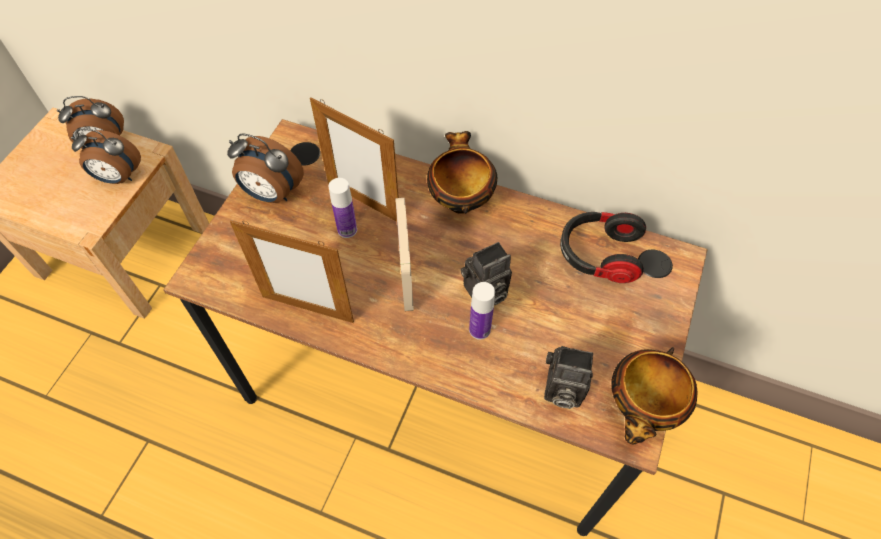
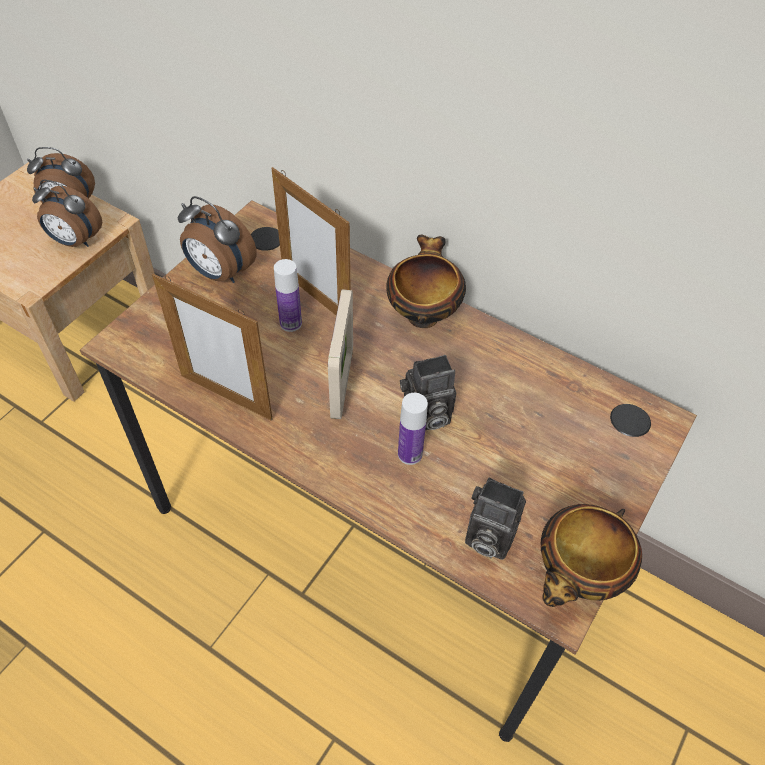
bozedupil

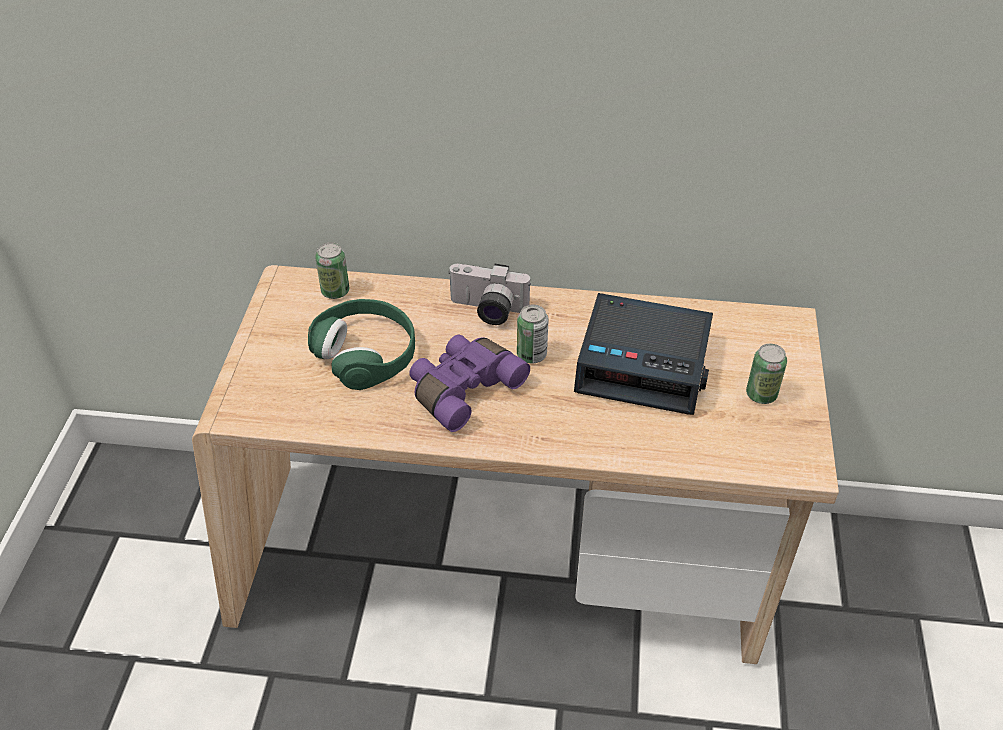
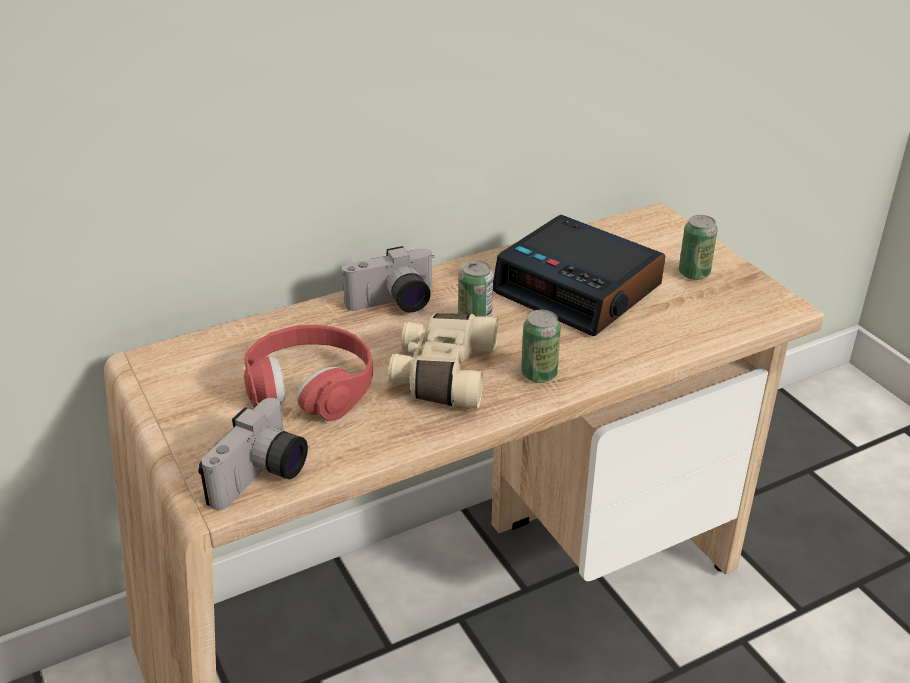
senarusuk (no. 2 from left)
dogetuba
red bozedupil
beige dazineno
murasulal (no. 1 from left)

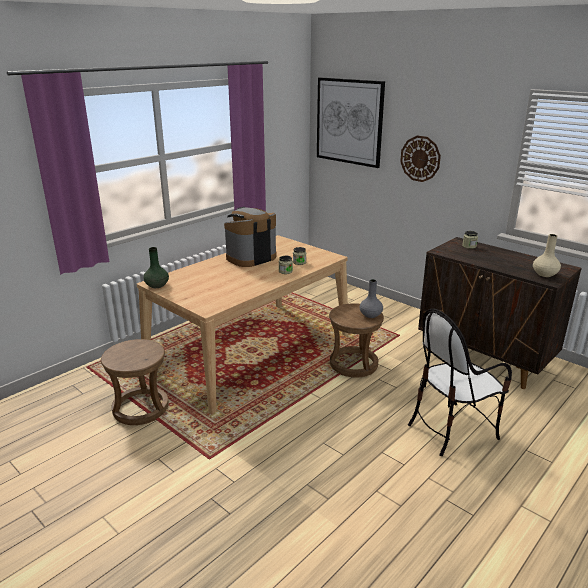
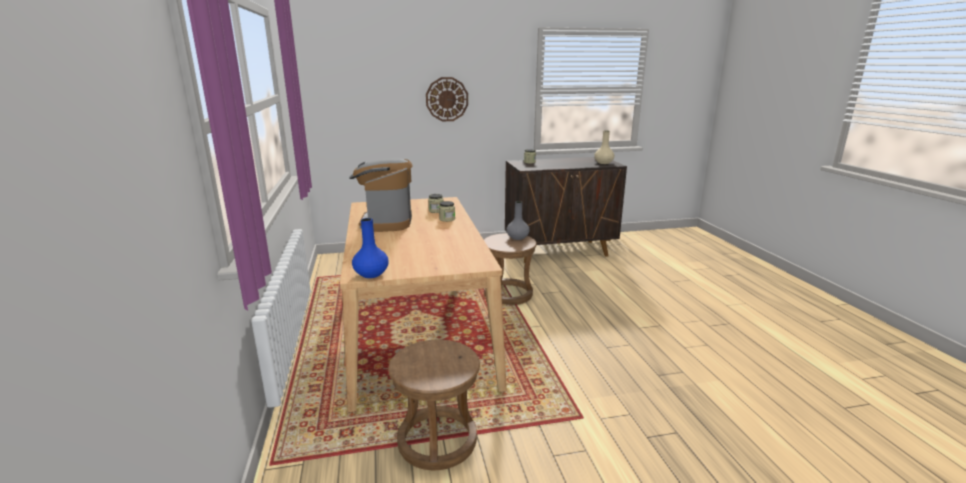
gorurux
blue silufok
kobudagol

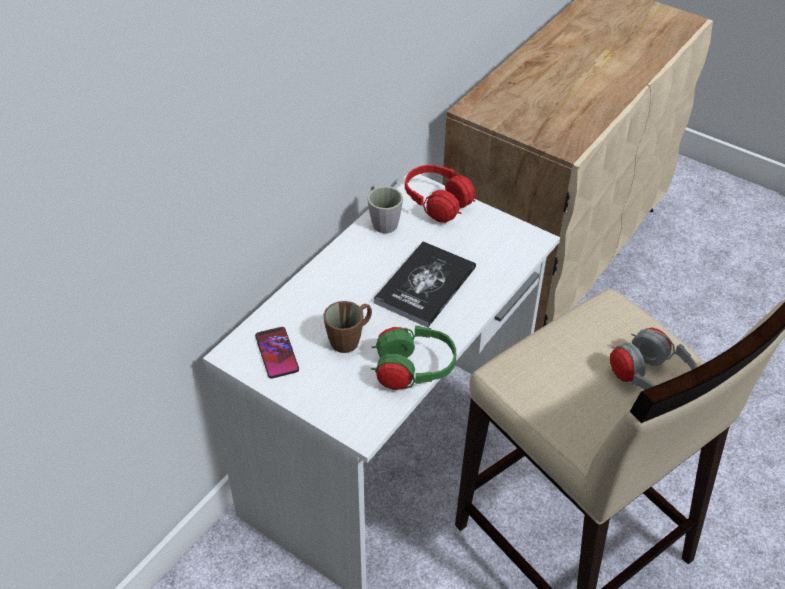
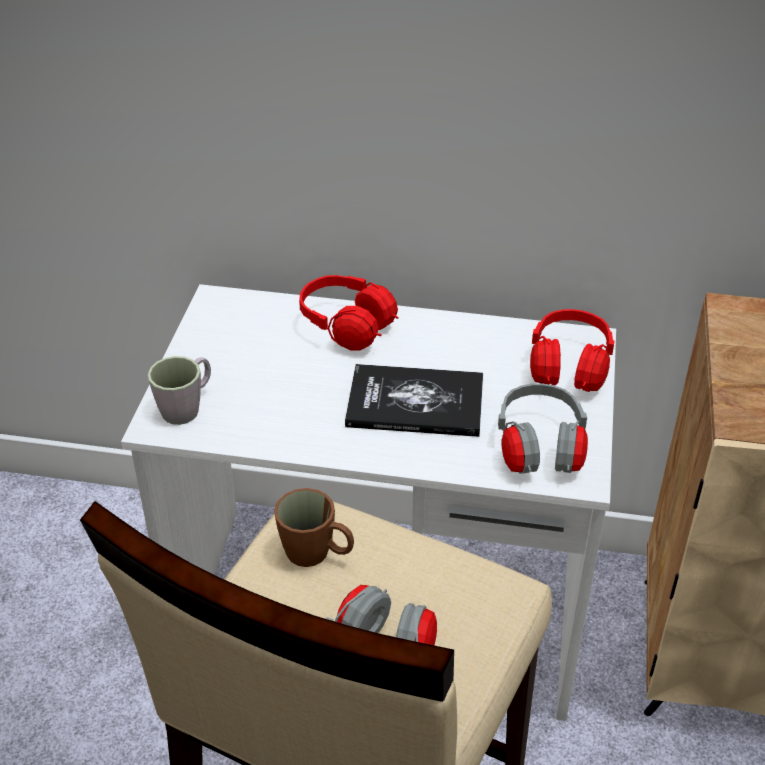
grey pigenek
brown pigenek
green bozedupil
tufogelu
red bozedupil (no. 1 from left)
grey bozedupil (no. 2 from left)

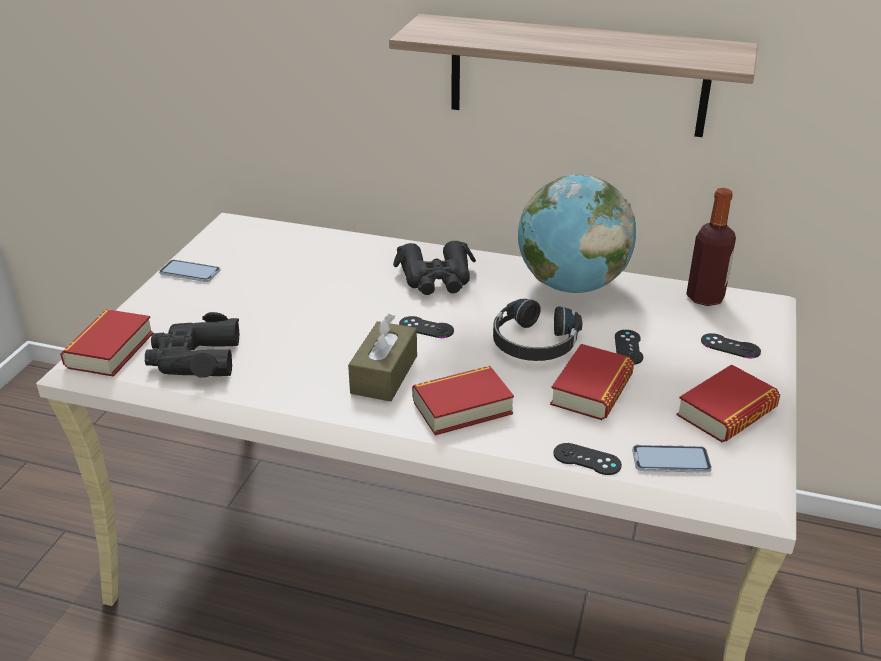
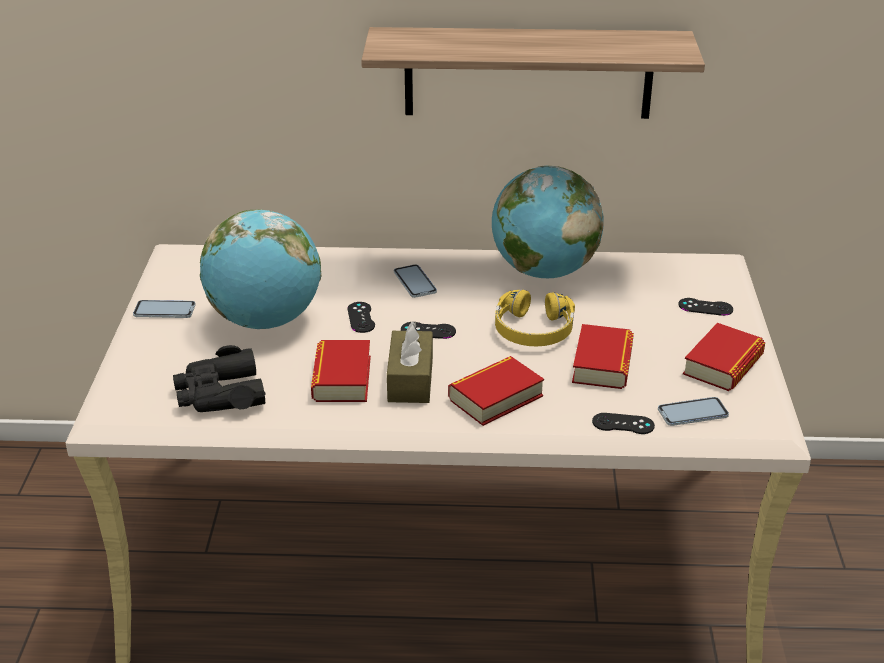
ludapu
tufogelu (no. 2 from left)
yellow bozedupil
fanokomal (no. 1 from left)
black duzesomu (no. 1 from left)
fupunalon (no. 1 from left)

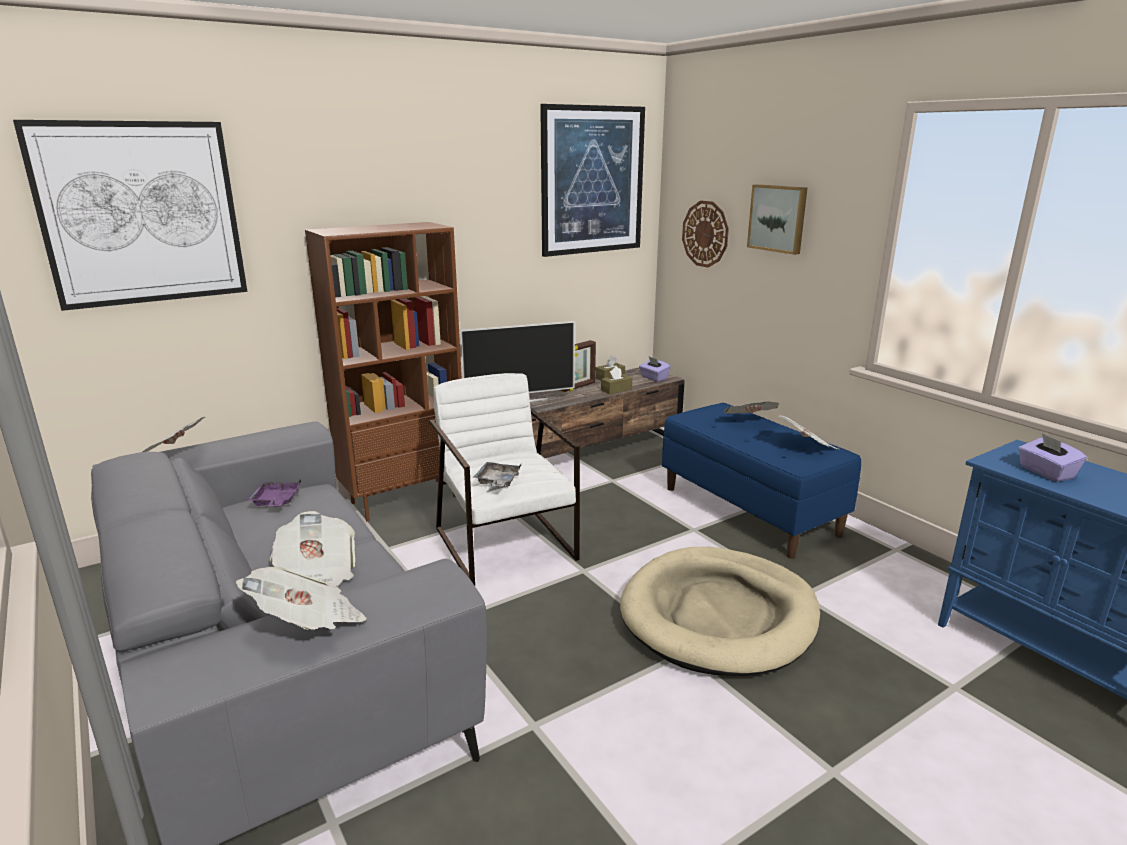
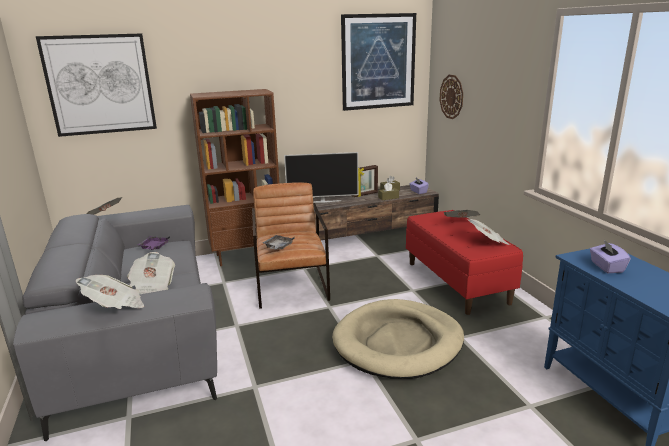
gorurux (no. 3 from left in the first image)
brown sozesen
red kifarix

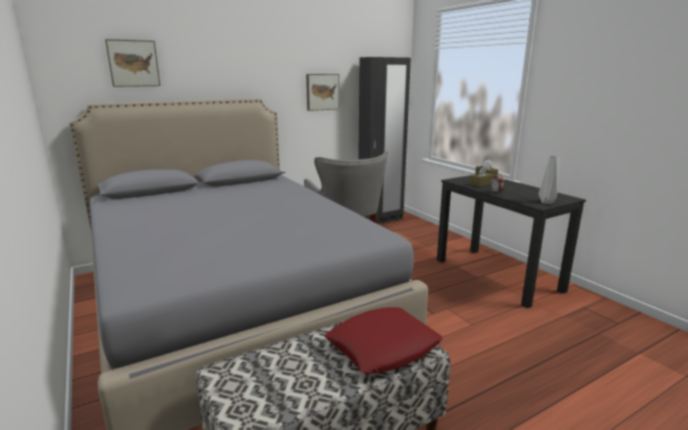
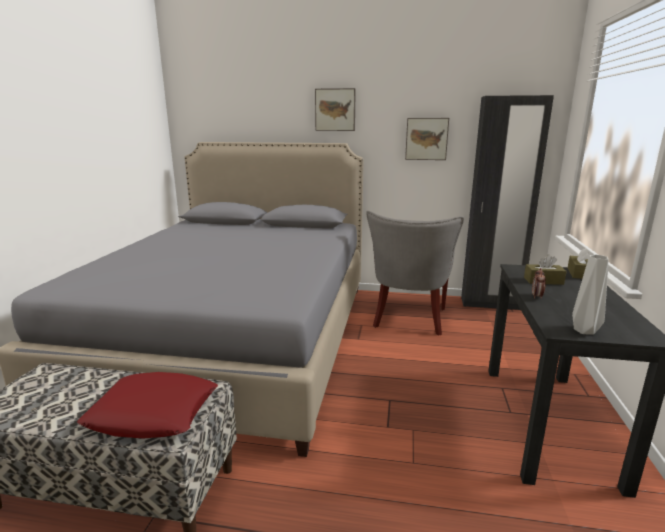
gorurux (no. 1 from left)

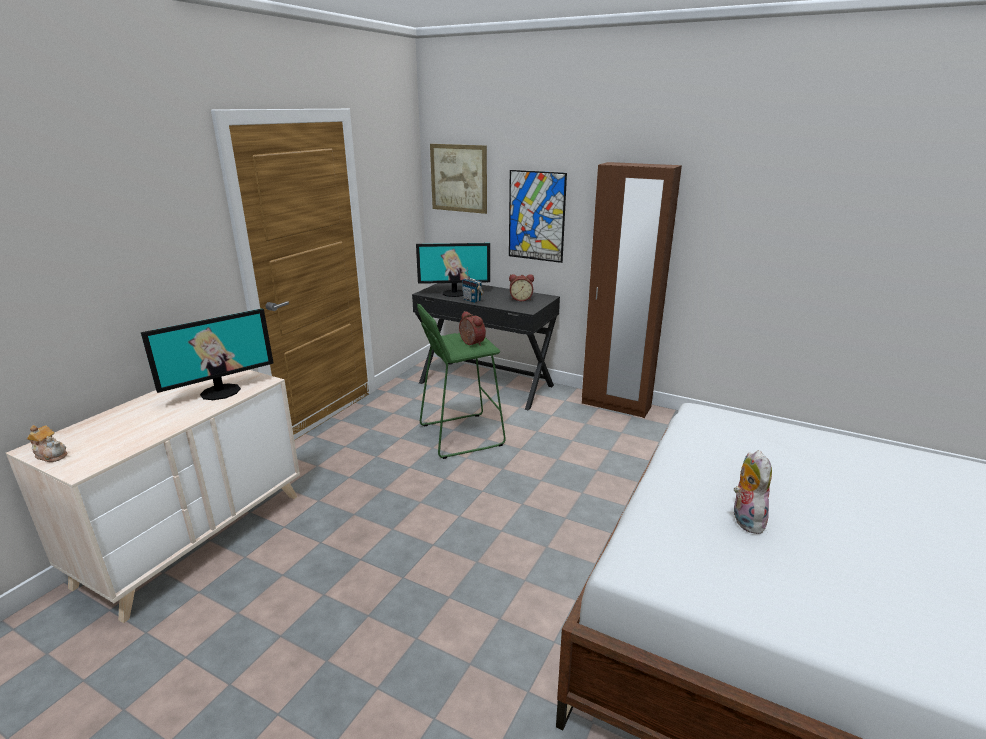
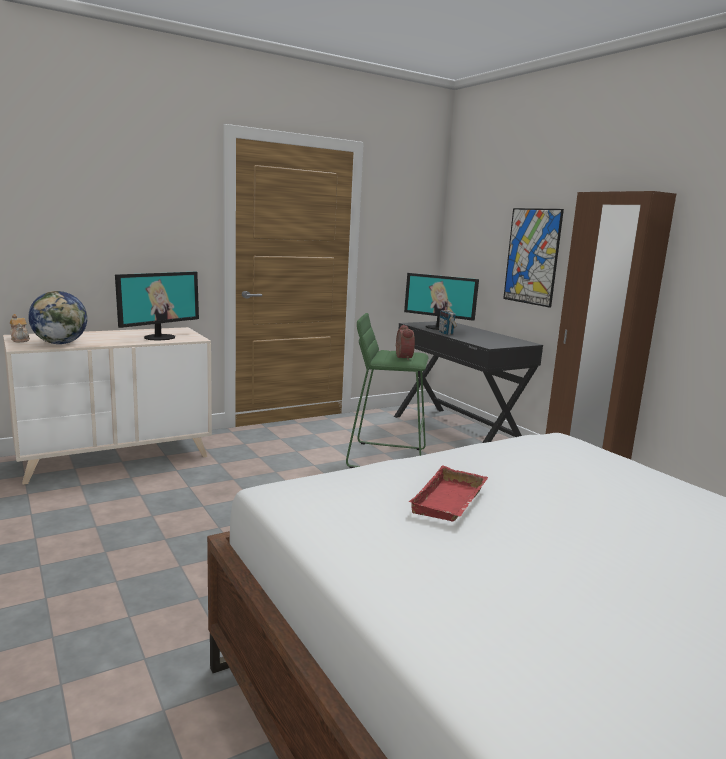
gorurux (no. 1 from left in the first image)
dogetuba (no. 2 from left in the first image)
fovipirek (no. 1 from left)
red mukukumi
fupunalon

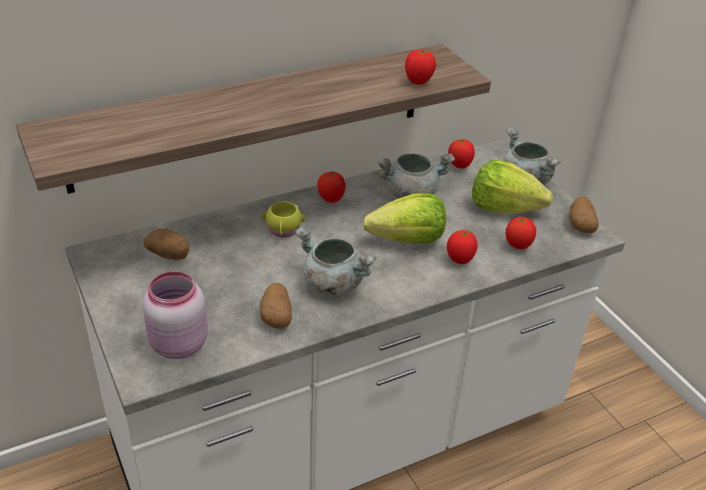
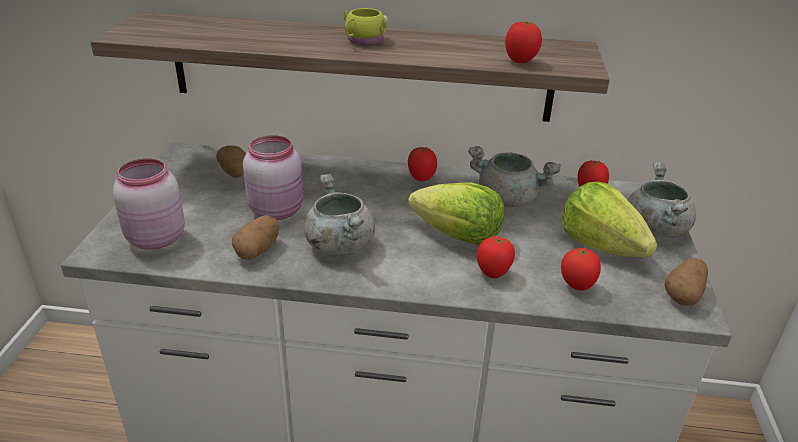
yellow pigenek
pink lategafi (no. 2 from left)

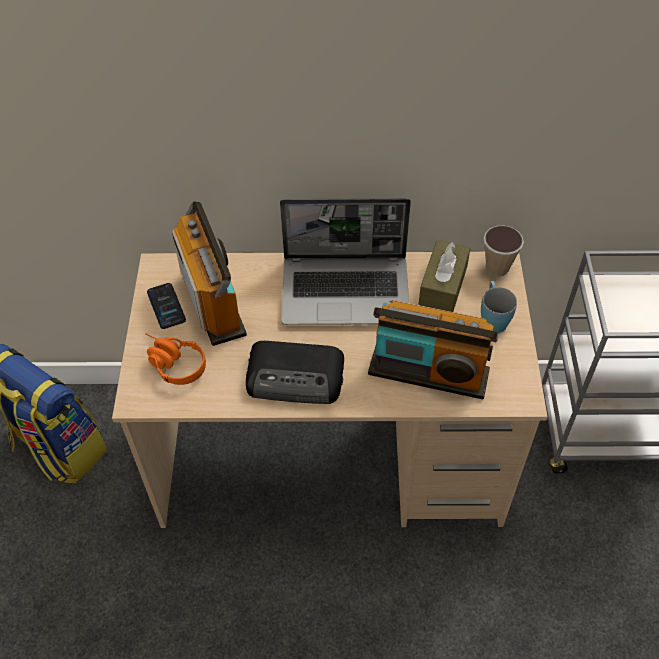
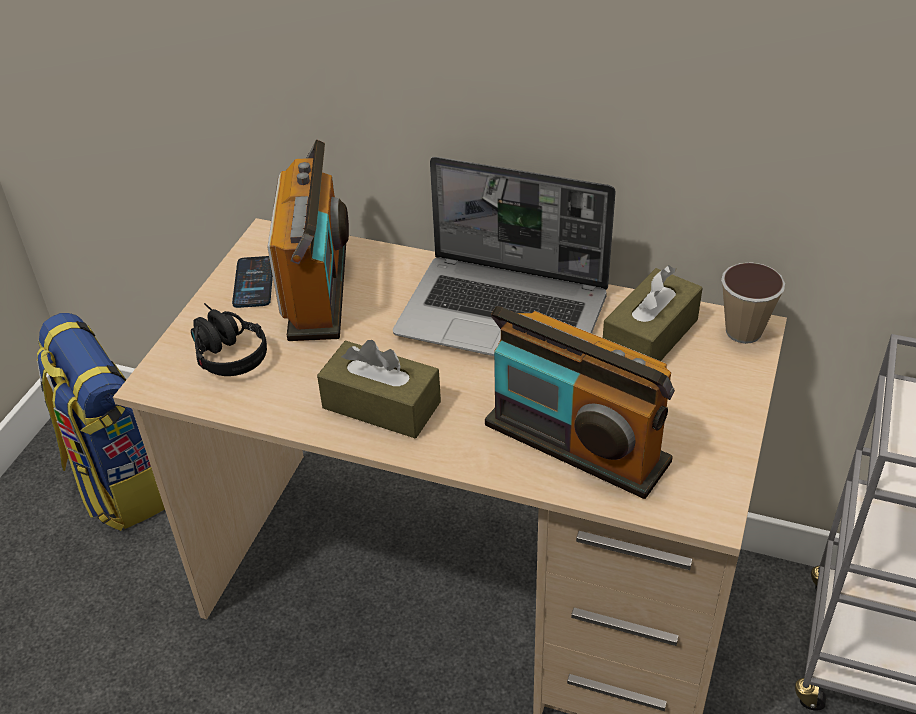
blue pigenek
black bozedupil
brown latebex (no. 1 from left)

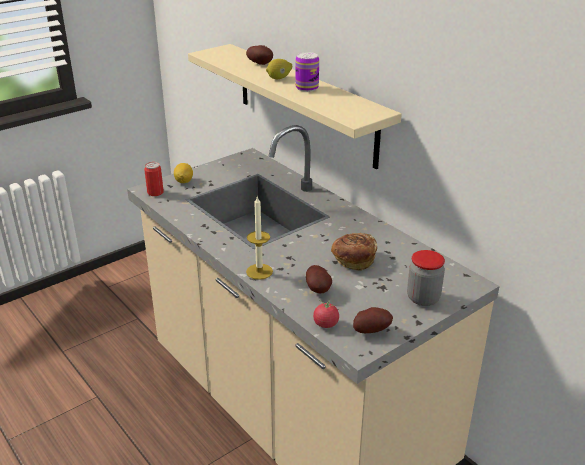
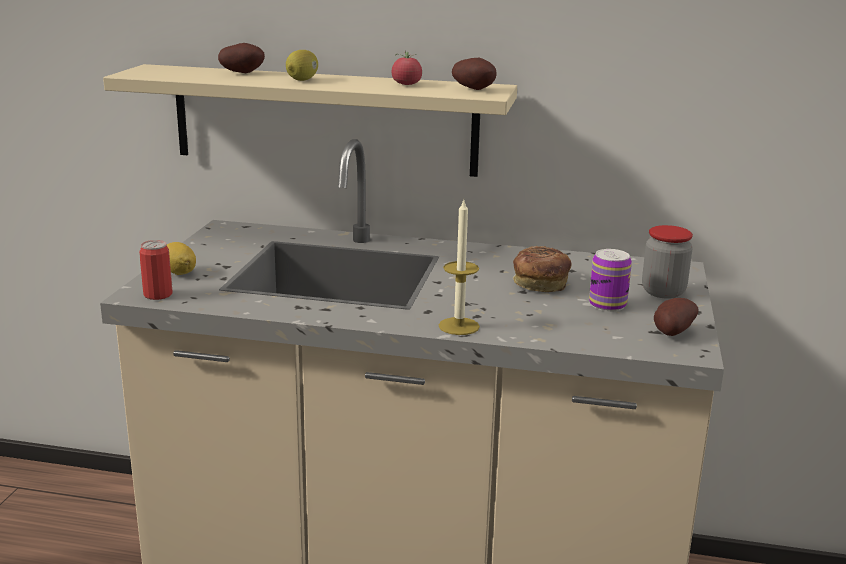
senarusuk (no. 2 from left)
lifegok (no. 2 from left)
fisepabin

